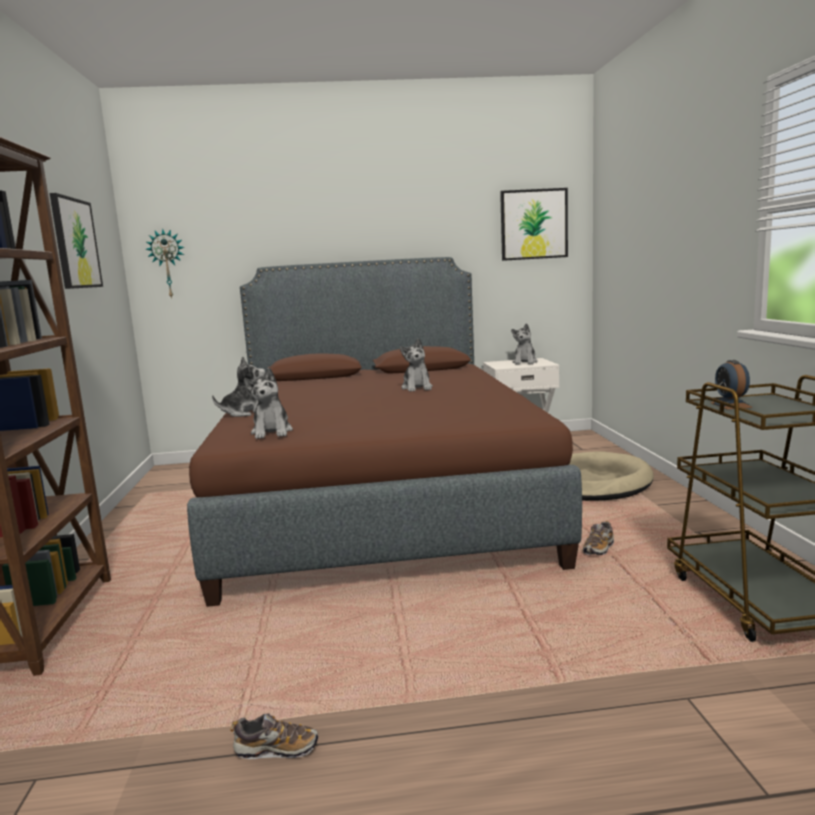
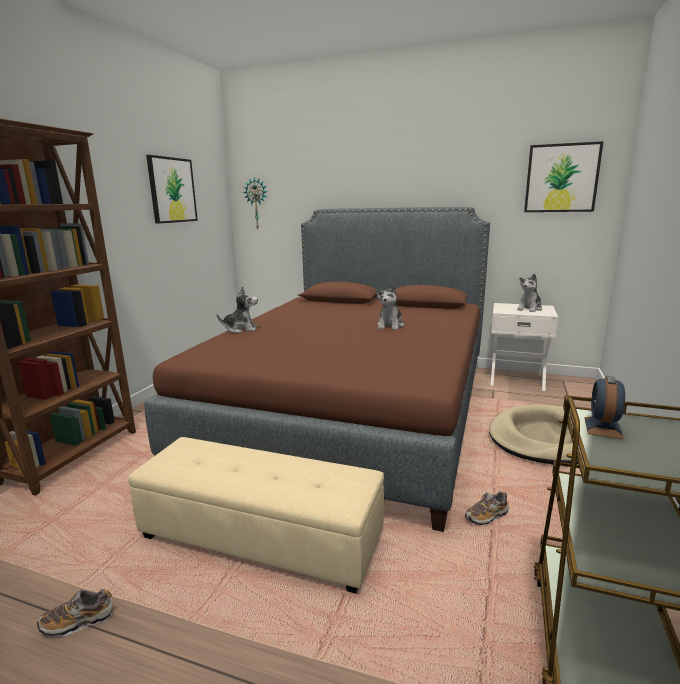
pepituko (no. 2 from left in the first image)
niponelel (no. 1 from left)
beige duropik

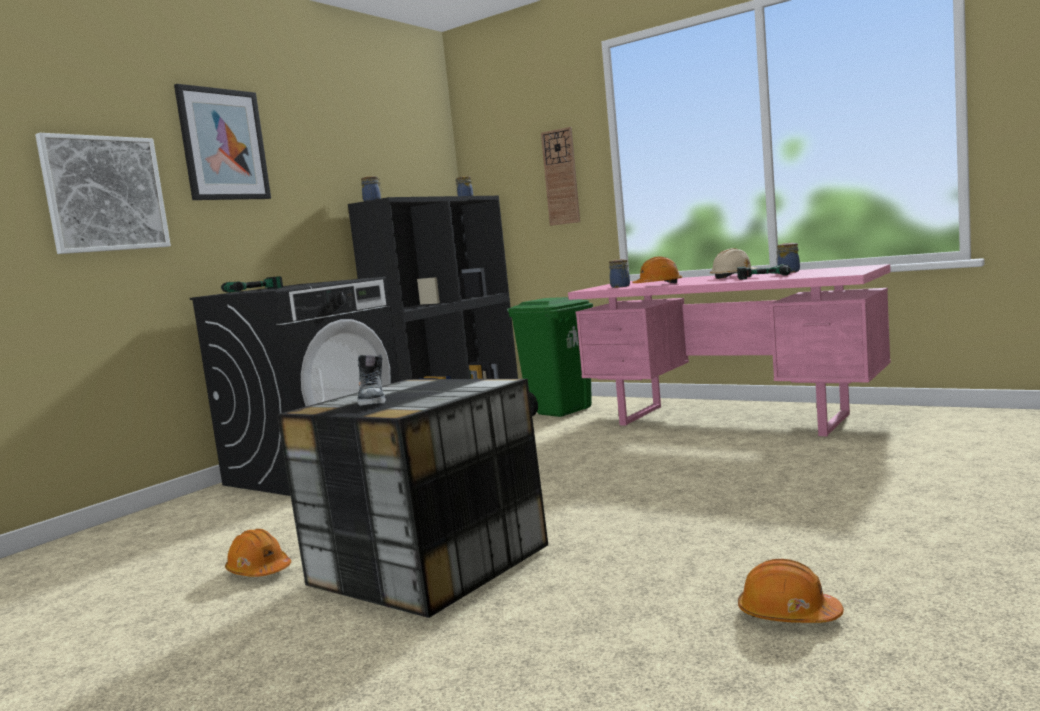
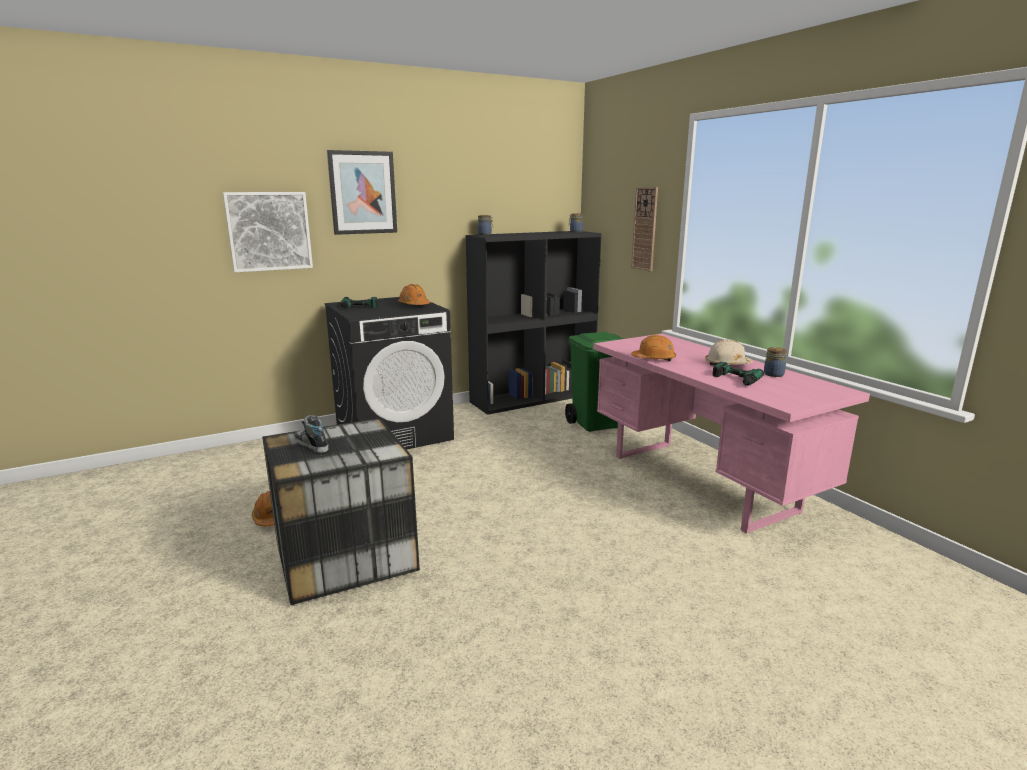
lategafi (no. 3 from left in the first image)
niponelel
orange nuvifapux (no. 2 from left)

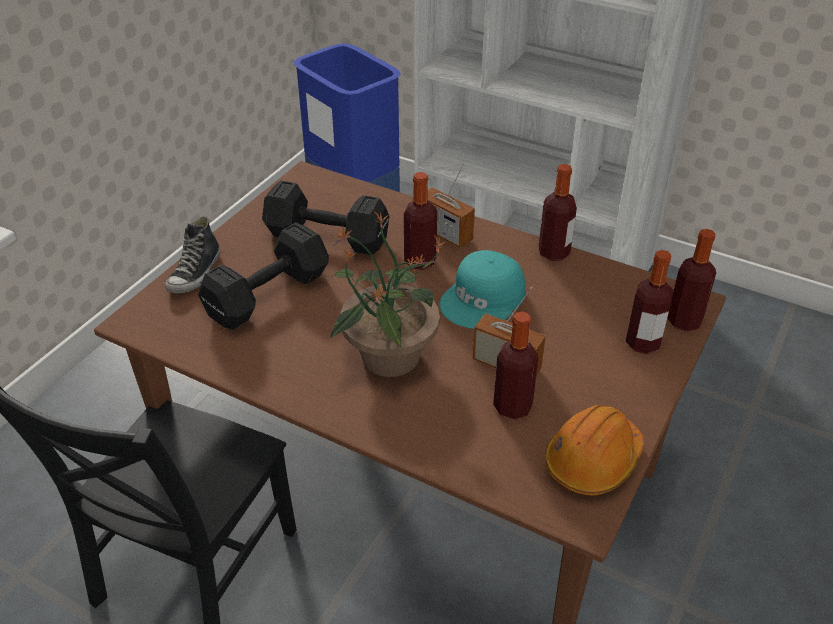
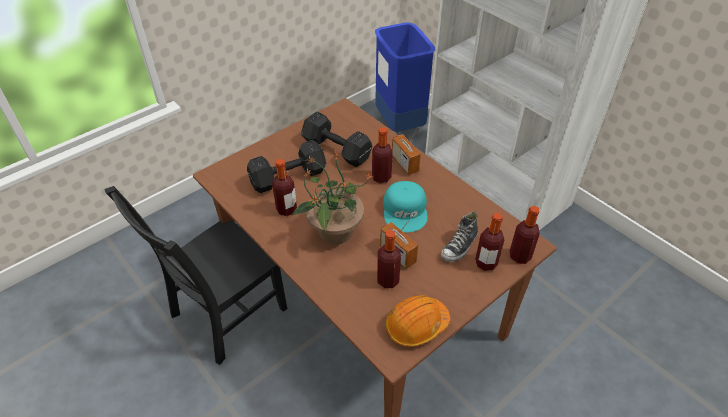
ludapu (no. 1 from left)
niponelel
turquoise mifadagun

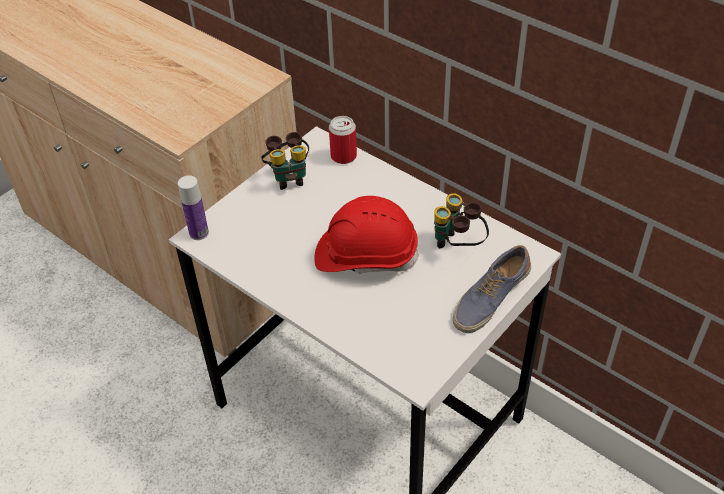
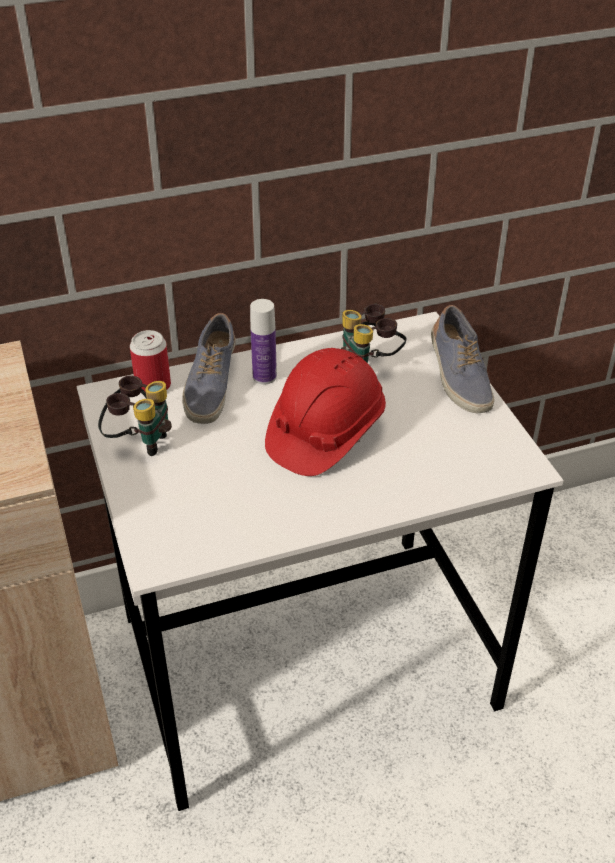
ludapu
niponelel (no. 1 from left)

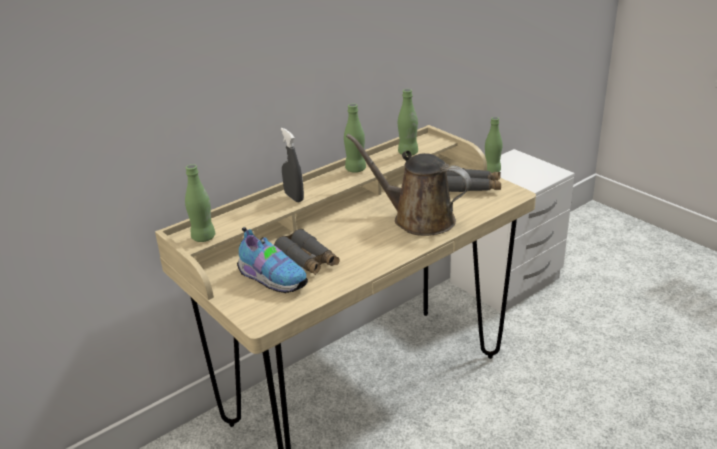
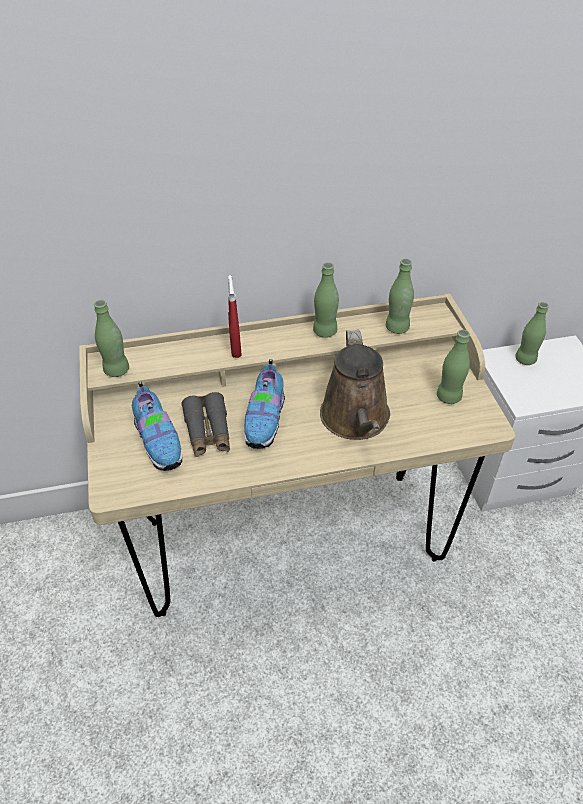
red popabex
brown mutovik
green ludapu (no. 4 from left)
niponelel (no. 2 from left)

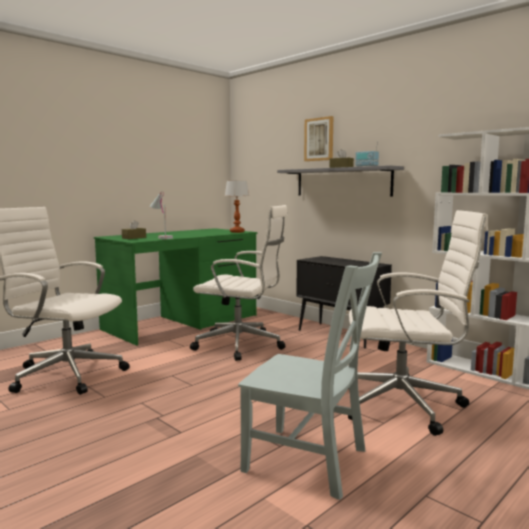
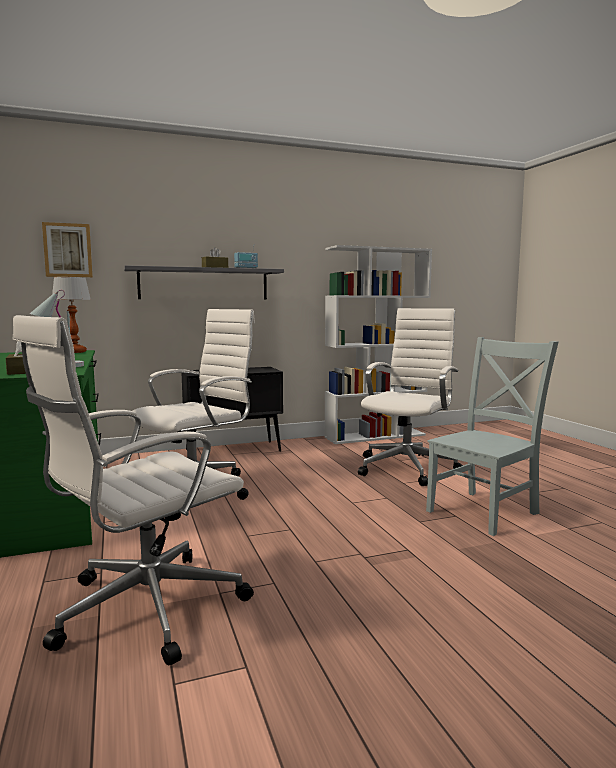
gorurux

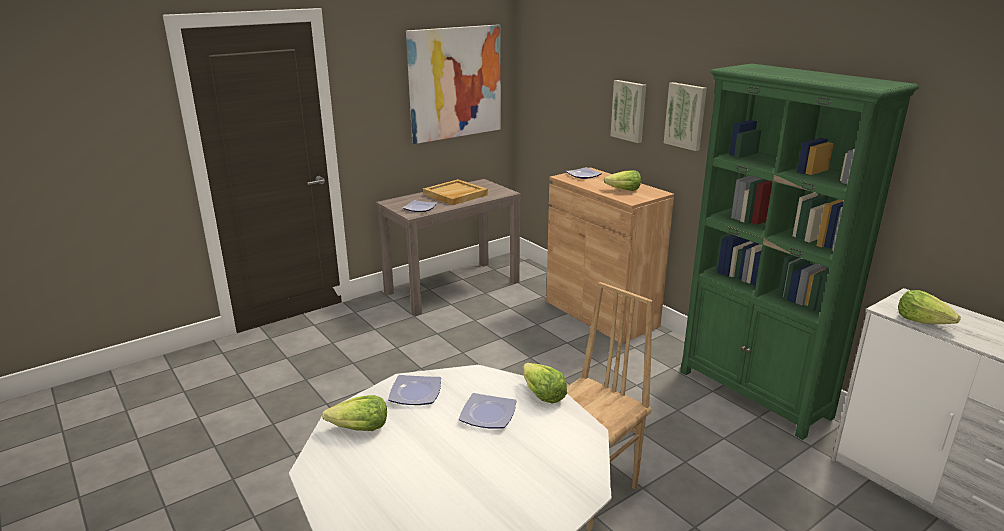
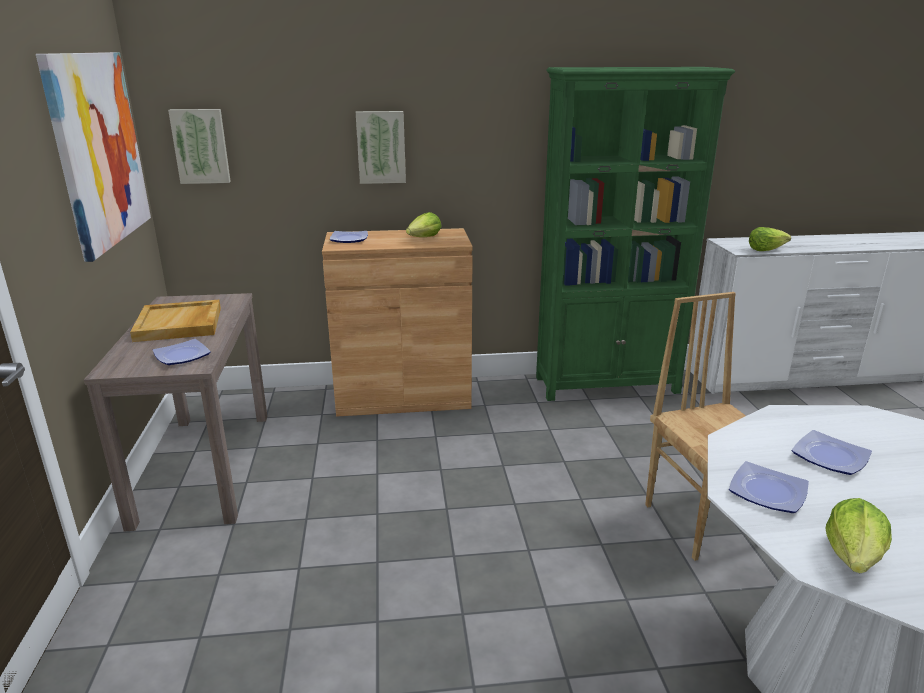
gorurux (no. 2 from left)
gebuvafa (no. 2 from left in the first image)

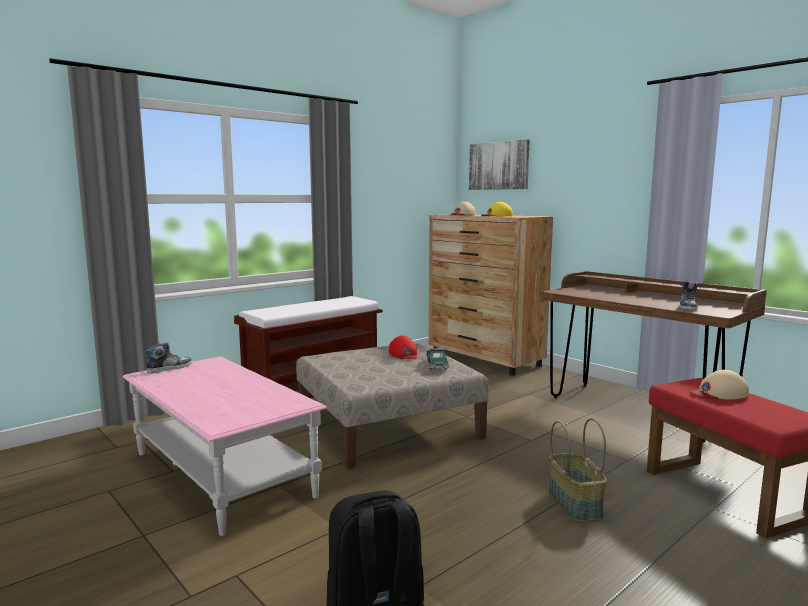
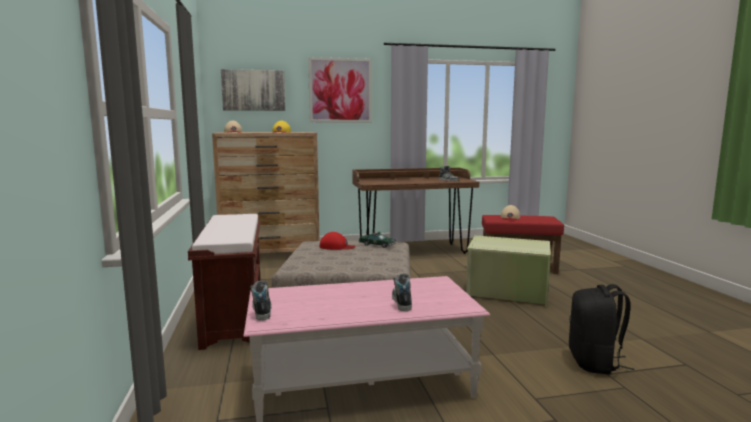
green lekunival
gorurux (no. 2 from left)
niponelel (no. 2 from left)

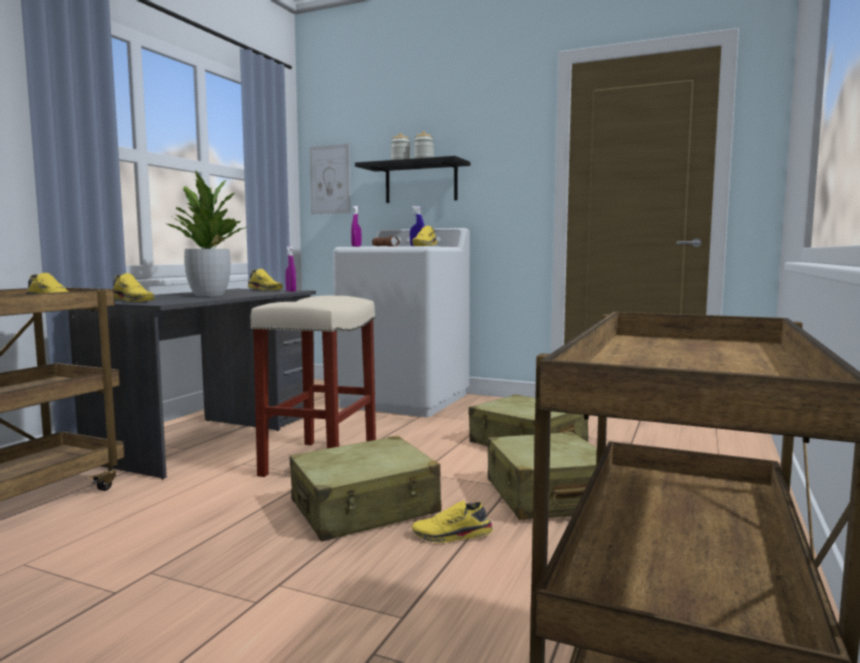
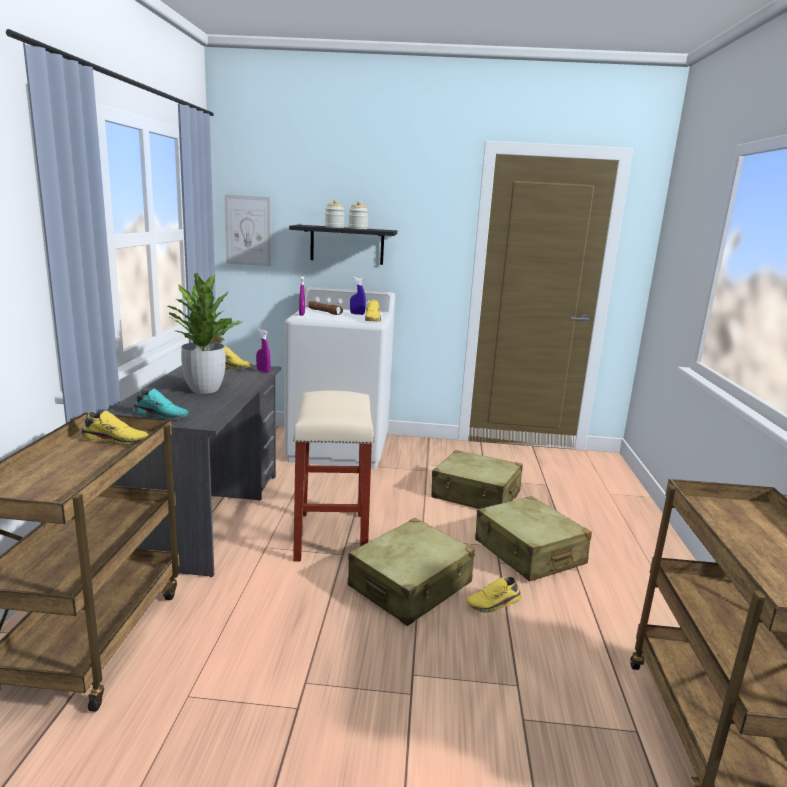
turquoise niponelel

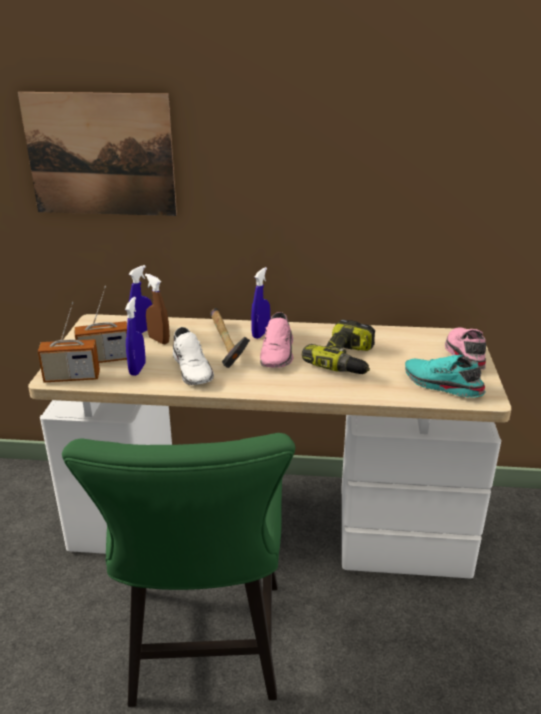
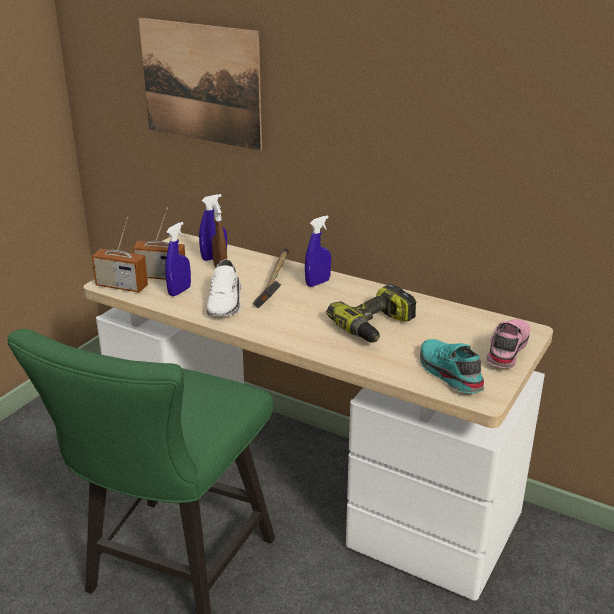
pink niponelel (no. 1 from left in the first image)

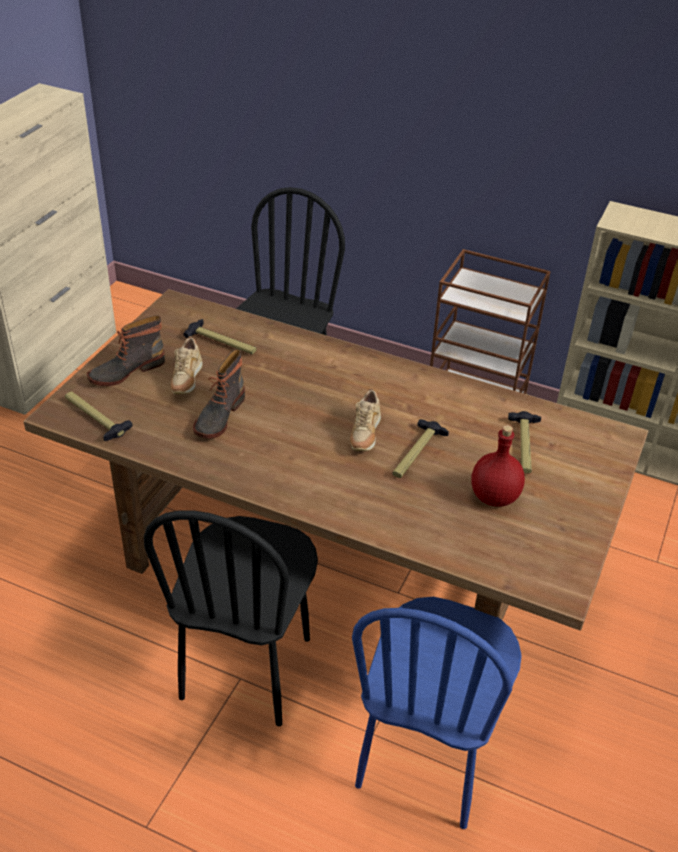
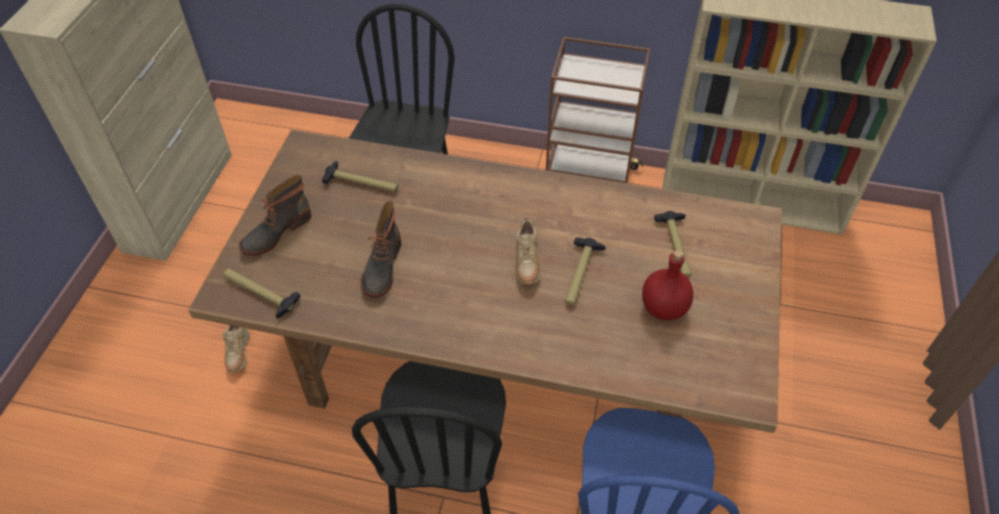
beige niponelel (no. 1 from left)

